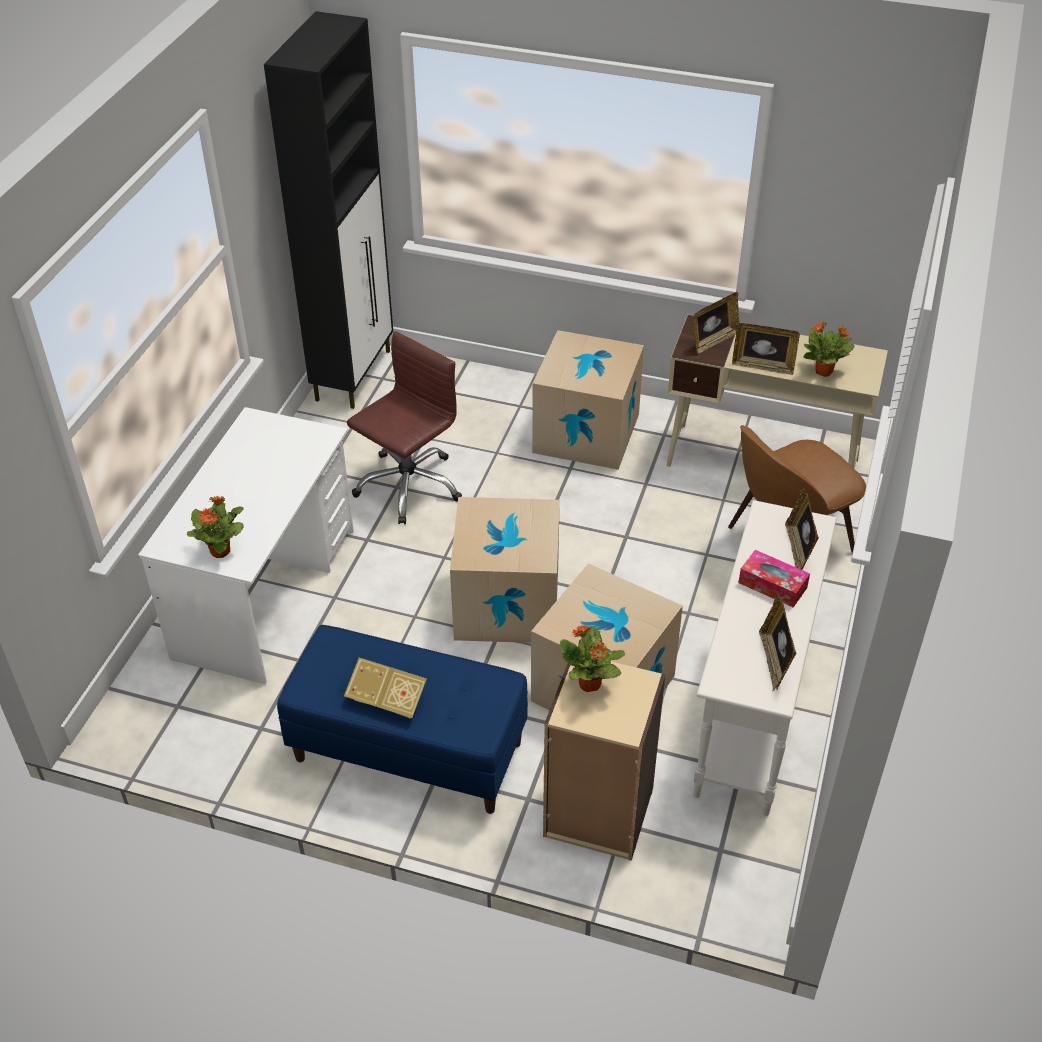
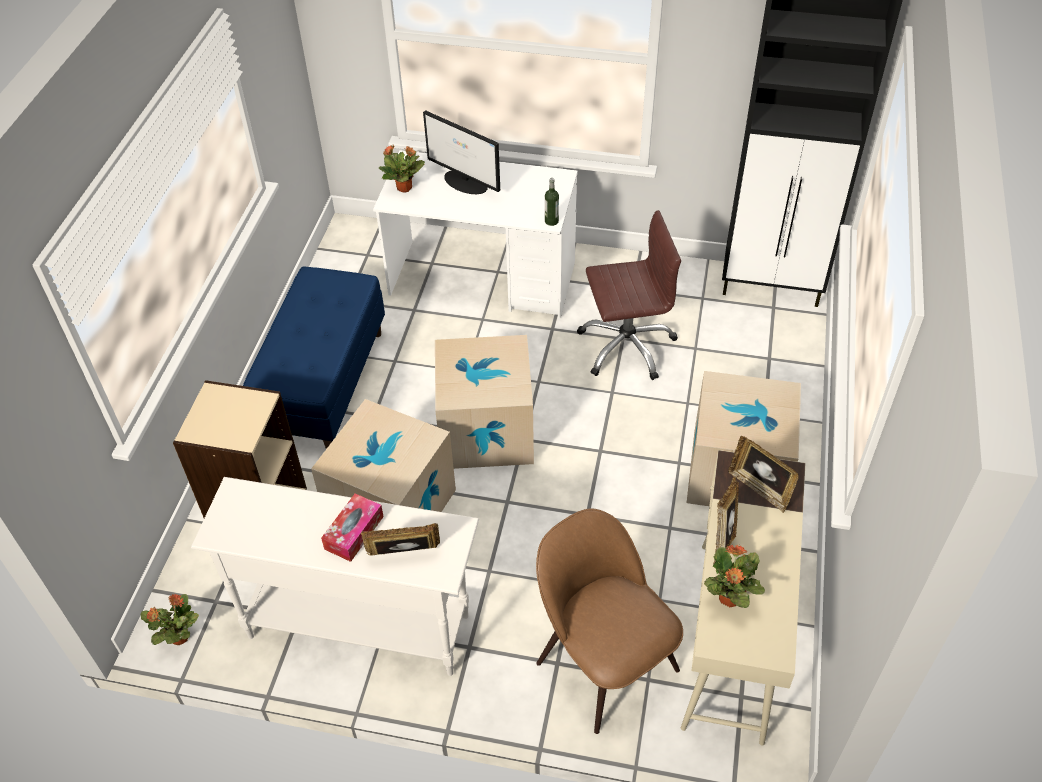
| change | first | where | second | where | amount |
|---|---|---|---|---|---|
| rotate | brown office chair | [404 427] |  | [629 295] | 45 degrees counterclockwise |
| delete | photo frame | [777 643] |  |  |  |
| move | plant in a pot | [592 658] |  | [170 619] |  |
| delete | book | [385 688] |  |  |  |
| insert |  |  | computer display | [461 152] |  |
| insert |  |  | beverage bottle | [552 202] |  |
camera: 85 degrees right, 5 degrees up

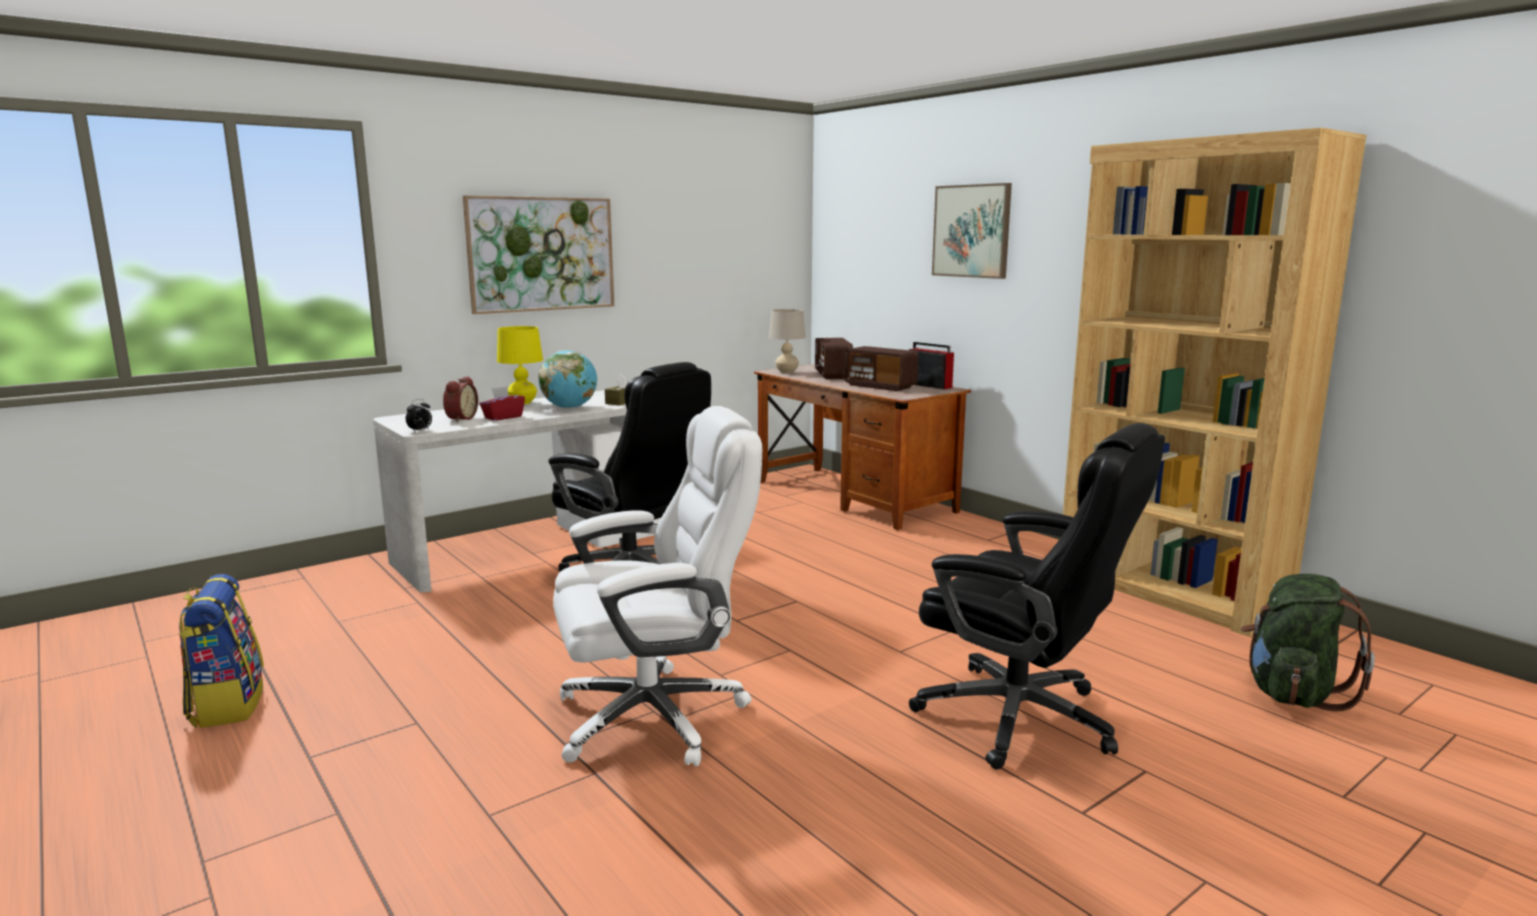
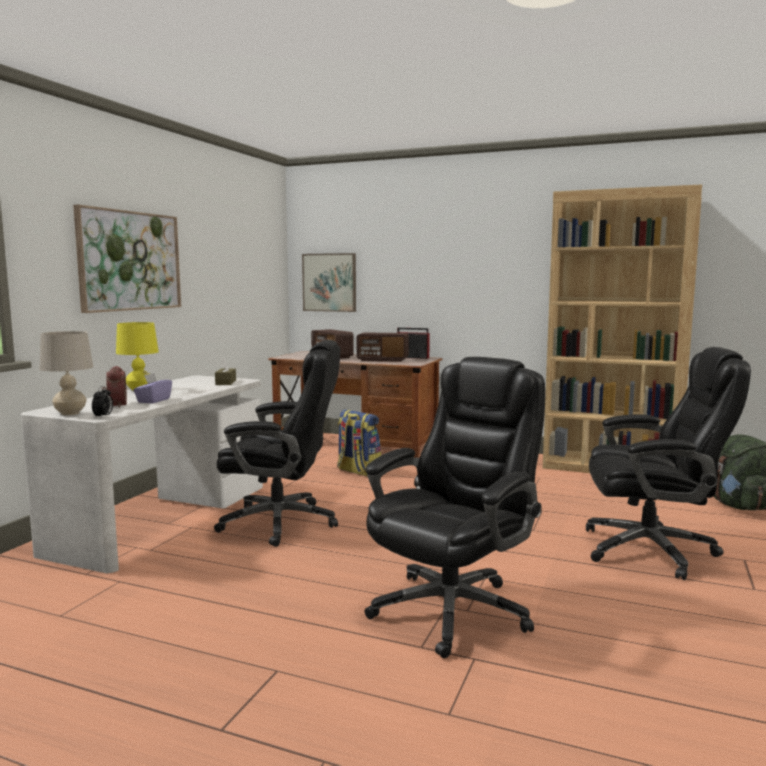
| change | first | where | second | where | amount |
|---|---|---|---|---|---|
| move | wall picture | [972 231] |  | [329 282] |  |
| move | beige-coloured lamp for a table | [787 341] |  | [66 373] |  |
| delete | desk globe | [567 379] |  |  |  |
| recolor | red-coloured tissue holder | [502 403] | purple tissue holder | [152 388] |  |
| recolor | white-coloured office chair | [657 586] | black office chair | [454 507] |  |
| move | rucksack | [221 651] |  | [359 443] |  |
camera: 30 degrees left, 5 degrees down

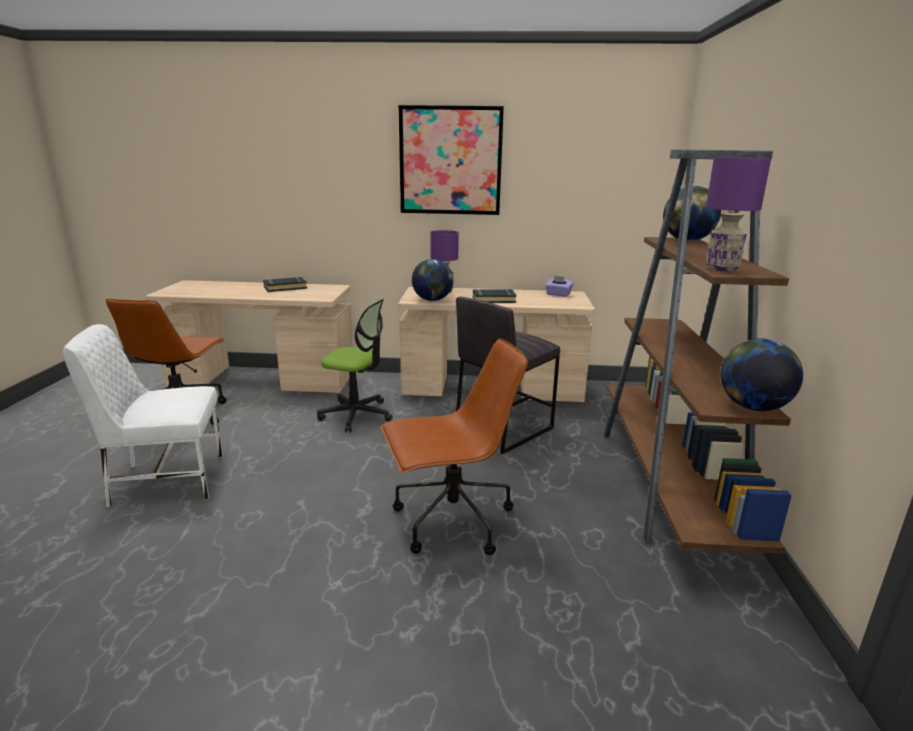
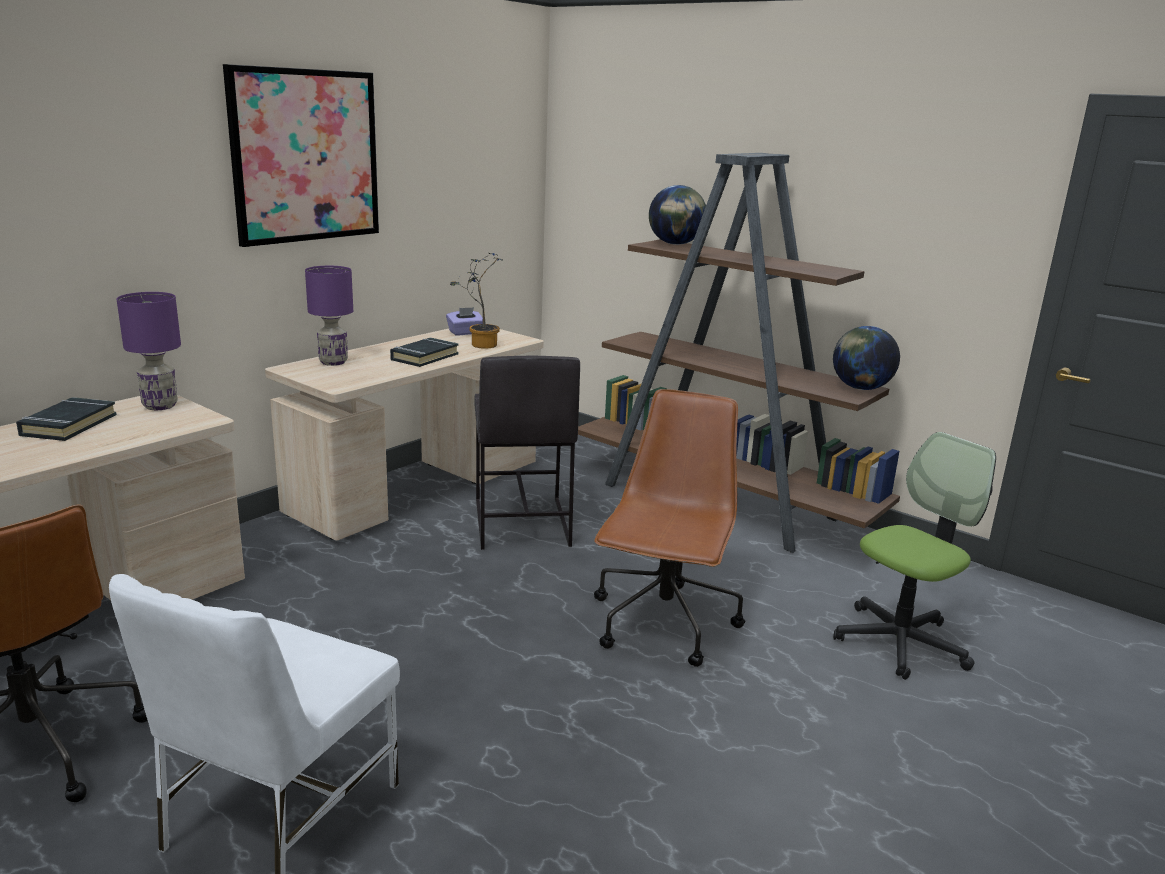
| change | first | where | second | where | amount |
|---|---|---|---|---|---|
| move | purple lamp for a table | [738 214] |  | [149 351] |  |
| delete | desk globe | [432 280] |  |  |  |
| move | office chair | [355 366] |  | [914 556] |  |
| insert |  |  | plant in a pot | [476 301] |  |
camera: 55 degrees left, 0 degrees up

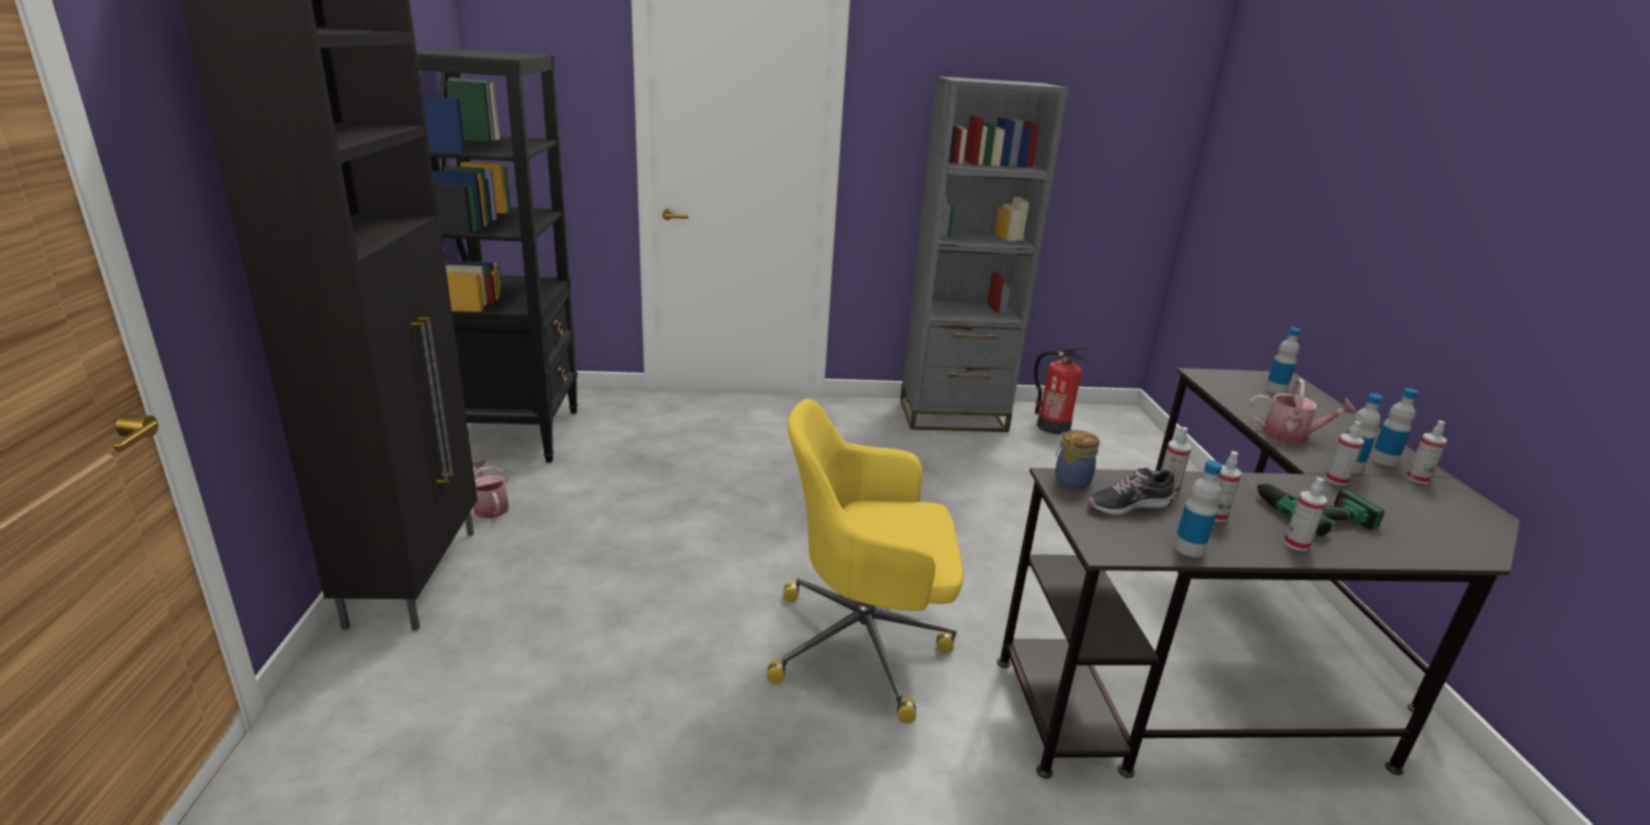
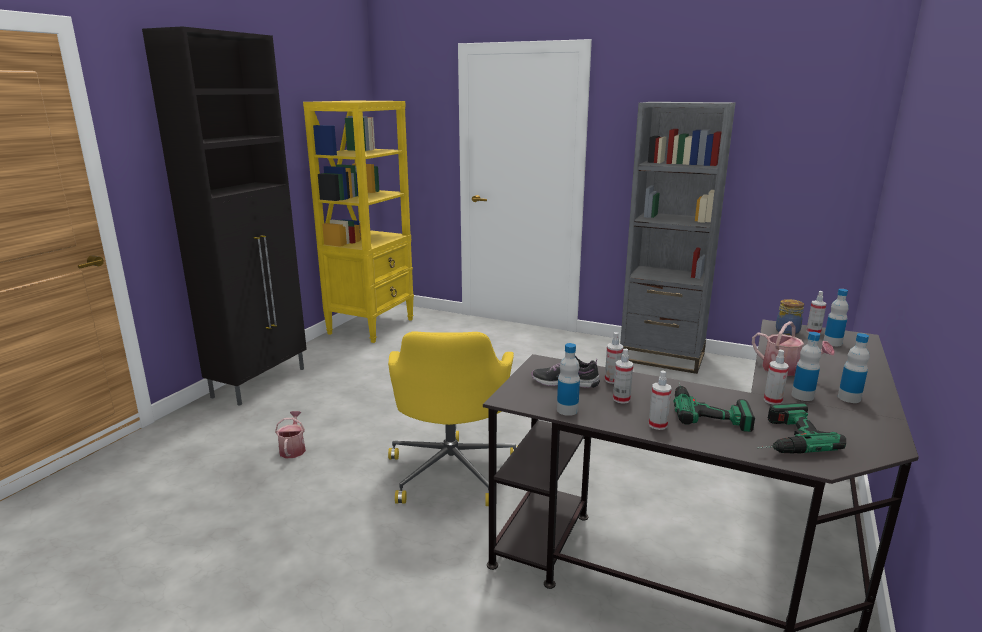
| change | first | where | second | where | amount |
|---|---|---|---|---|---|
| recolor | black shelving unit | [497 255] | yellowish shelving unit | [358 222] |  |
| delete | fire extinguisher | [1063 390] |  |  |  |
| rotate | yellowish office chair | [865 561] |  | [452 418] | 120 degrees counterclockwise |
| move | sprayer | [1426 452] |  | [816 312] |  |
| move | jar | [1077 459] |  | [790 317] |  |
| move | sprinkling can | [491 489] |  | [290 434] |  |
| insert |  |  | electric drill | [801 428] |  |
camera: 30 degrees right, 5 degrees down

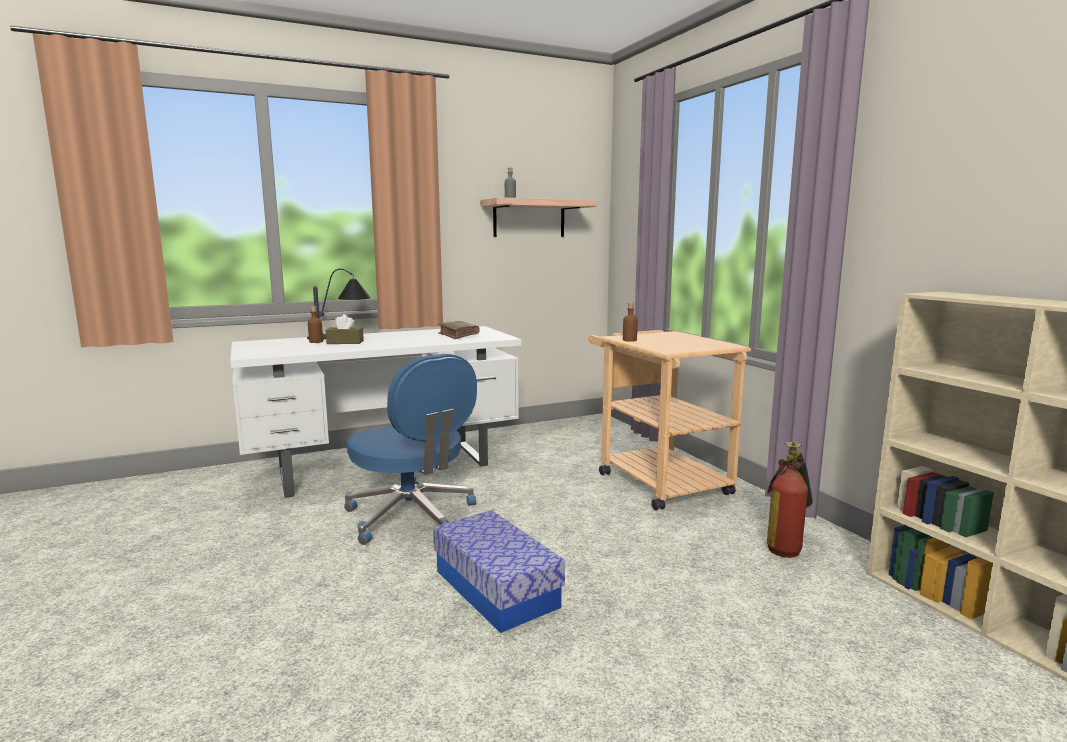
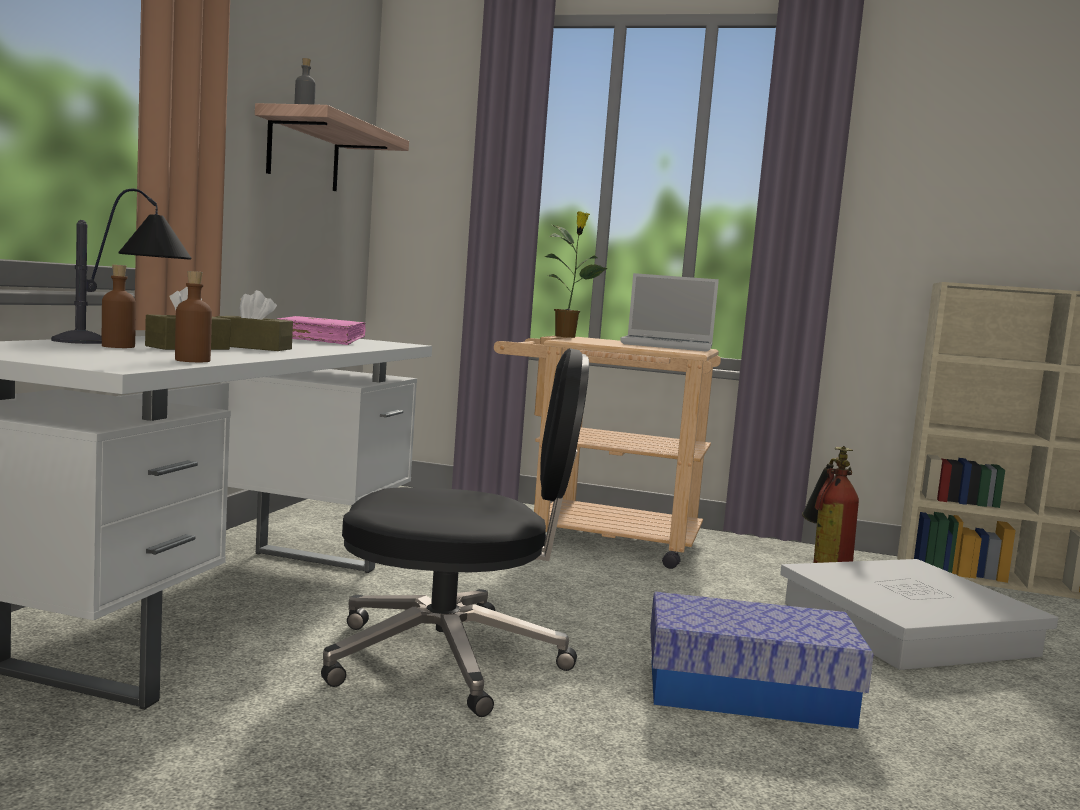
| change | first | where | second | where | amount |
|---|---|---|---|---|---|
| move | brown beverage bottle | [630 322] |  | [193 316] |  |
| recolor | brown book | [459 330] | pinkish book | [322 330] |  |
| recolor | blue-coloured office chair | [410 449] | black office chair | [455 532] |  |
| insert |  |  | plant in a pot | [576 274] |  |
| insert |  |  | notebook computer | [669 312] |  |
| insert |  |  | brown tissue holder | [254 320] |  |
| insert |  |  | white-coloured storage box | [919 614] |  |
camera: 50 degrees left, 5 degrees down

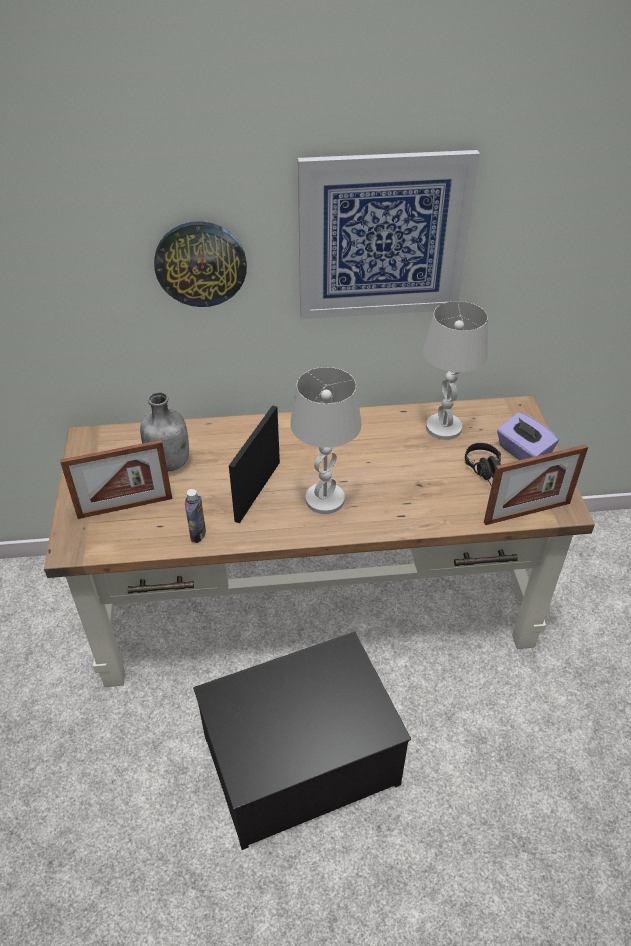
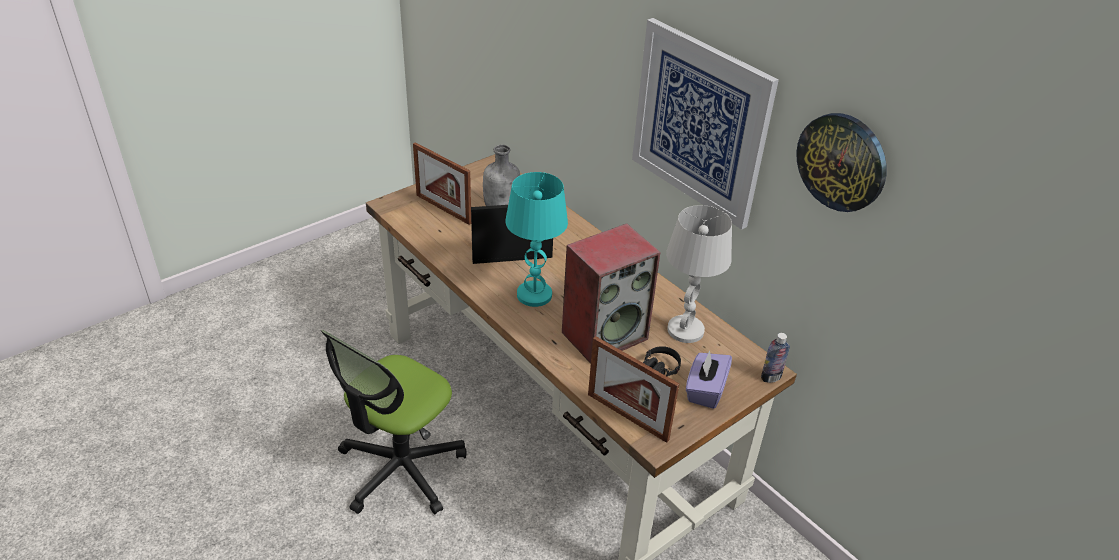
| change | first | where | second | where | amount |
|---|---|---|---|---|---|
| move | clock on the wall | [200 264] |  | [841 162] |  |
| recolor | white-coloured lamp for a table | [326 440] | turquoise-coloured lamp for a table | [536 239] |  |
| move | beverage bottle | [195 516] |  | [775 358] |  |
| replace | storage box | [302 741] | office chair | [393 422] |  |
| insert |  |  | speaker | [611 293] |  |
camera: 55 degrees right, 5 degrees down

